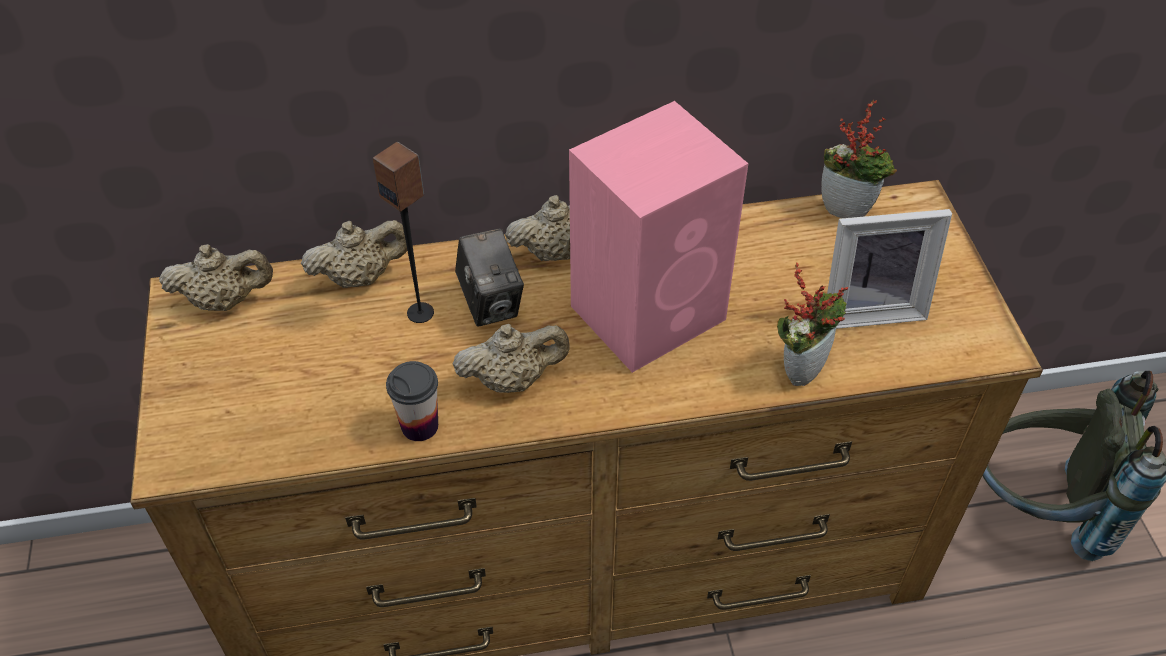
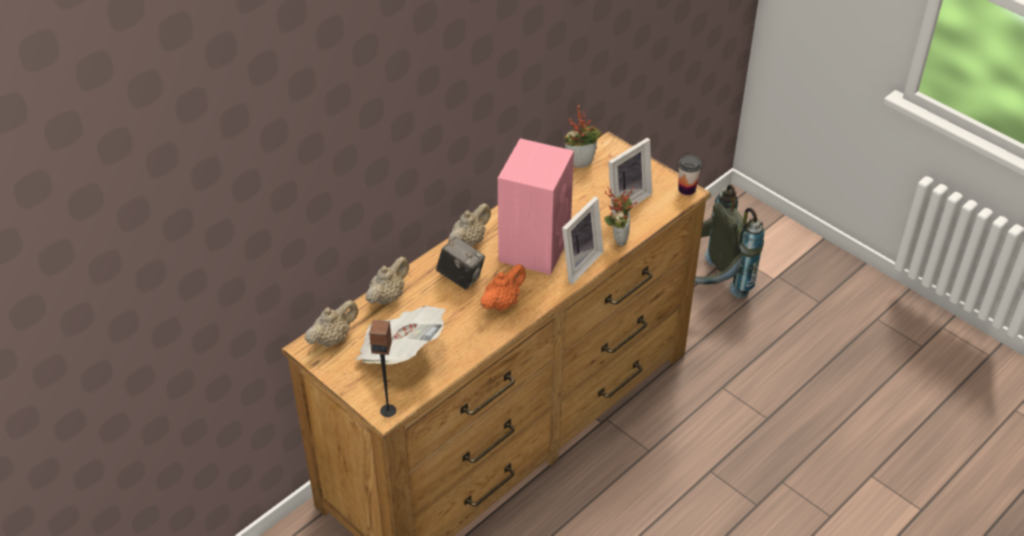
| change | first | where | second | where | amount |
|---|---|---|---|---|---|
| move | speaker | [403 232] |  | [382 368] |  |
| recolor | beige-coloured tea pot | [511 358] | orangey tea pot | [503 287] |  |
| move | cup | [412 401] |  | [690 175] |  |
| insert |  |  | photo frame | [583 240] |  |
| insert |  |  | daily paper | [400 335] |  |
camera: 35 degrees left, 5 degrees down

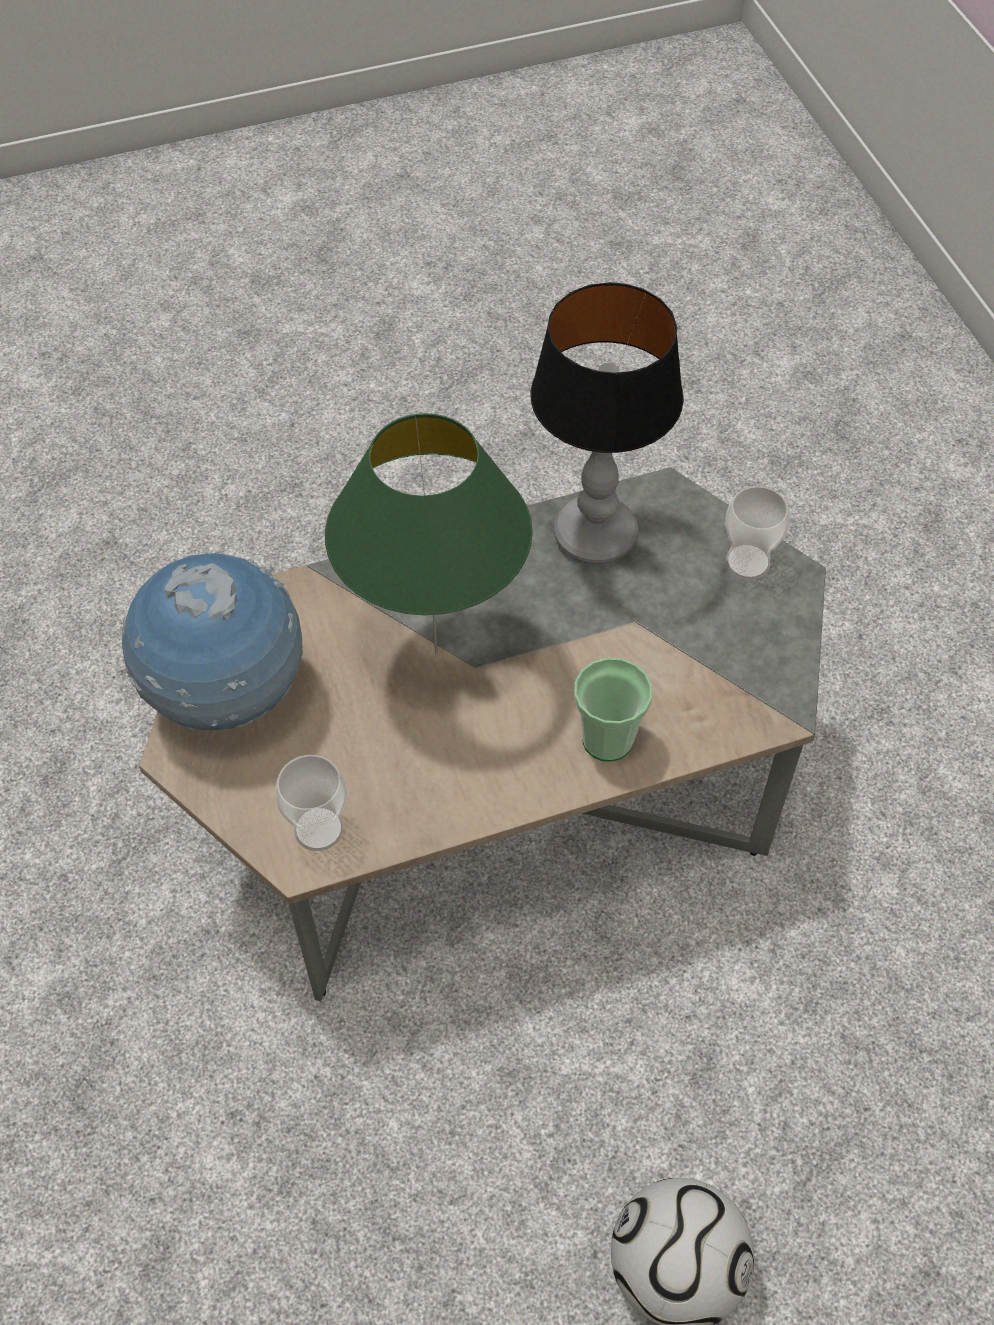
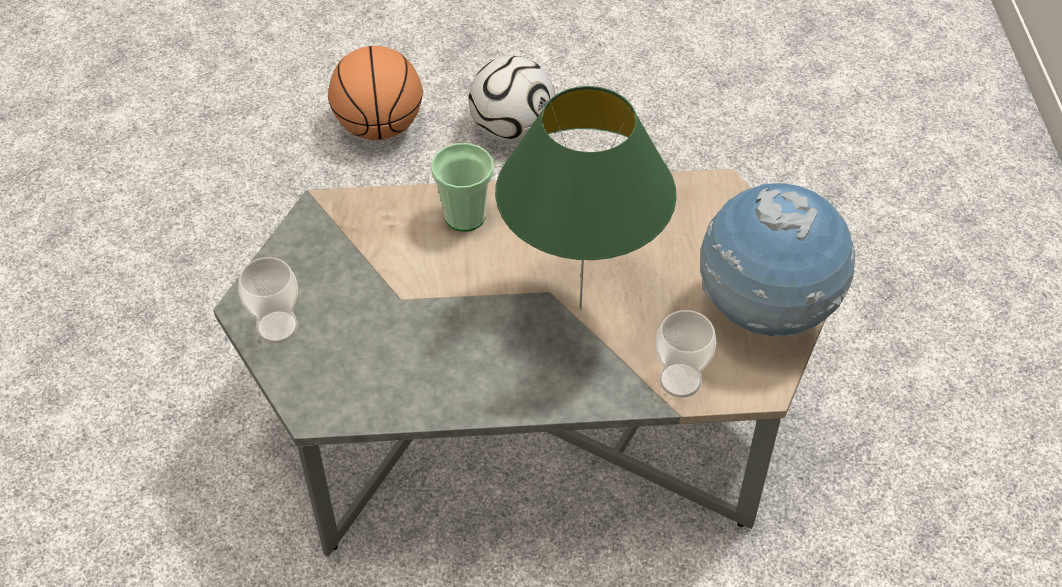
| change | first | where | second | where | amount |
|---|---|---|---|---|---|
| delete | lamp for a table | [607 423] |  |  |  |
| move | cup | [311 803] |  | [686 354] |  |
| insert |  |  | ball for basketball | [375 93] |  |
camera: 165 degrees left, 5 degrees down

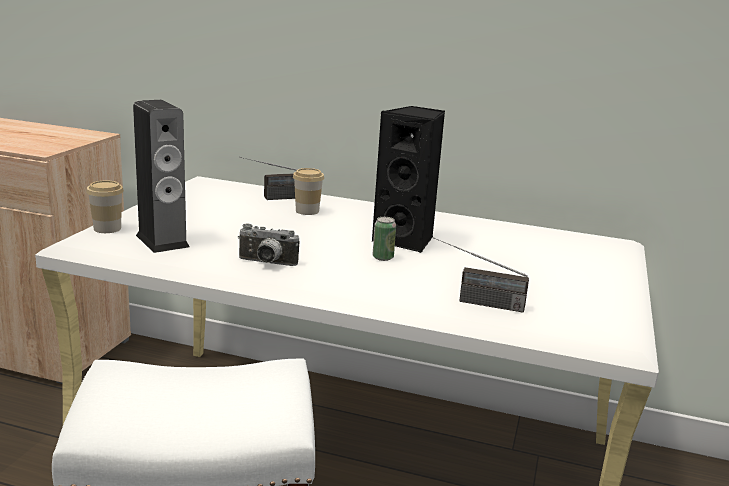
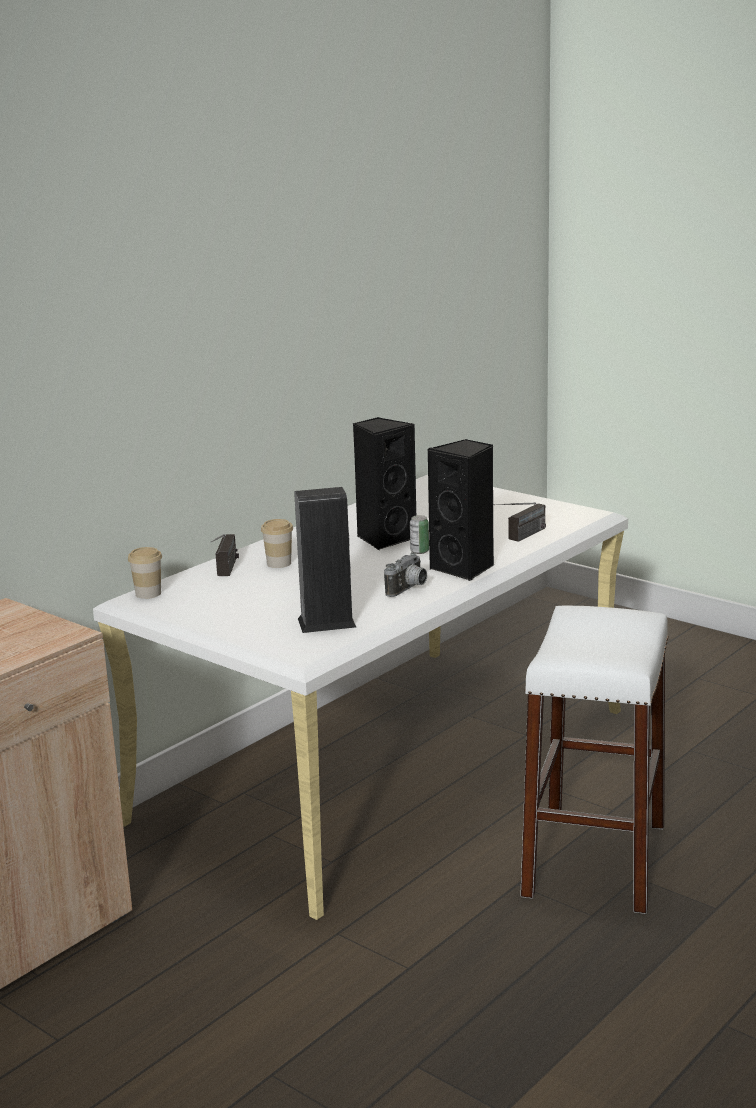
| change | first | where | second | where | amount |
|---|---|---|---|---|---|
| move | cup | [105 206] |  | [145 573] |  |
| insert |  |  | black speaker | [461 510] |  |
camera: 65 degrees left, 0 degrees up

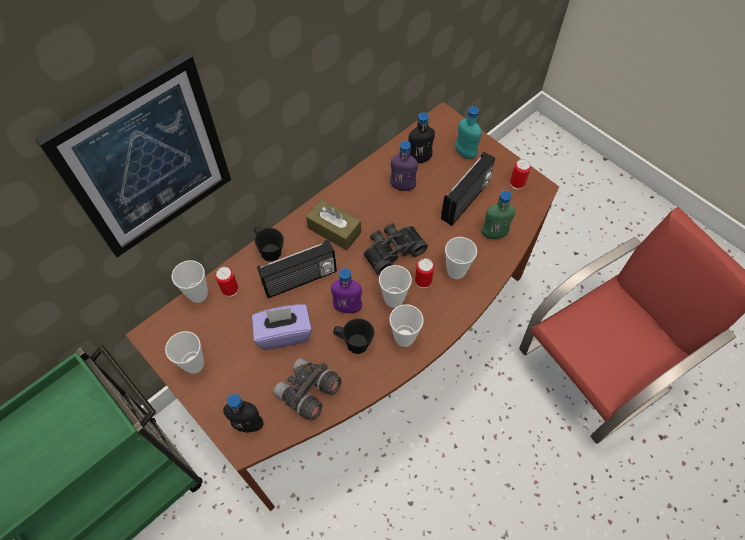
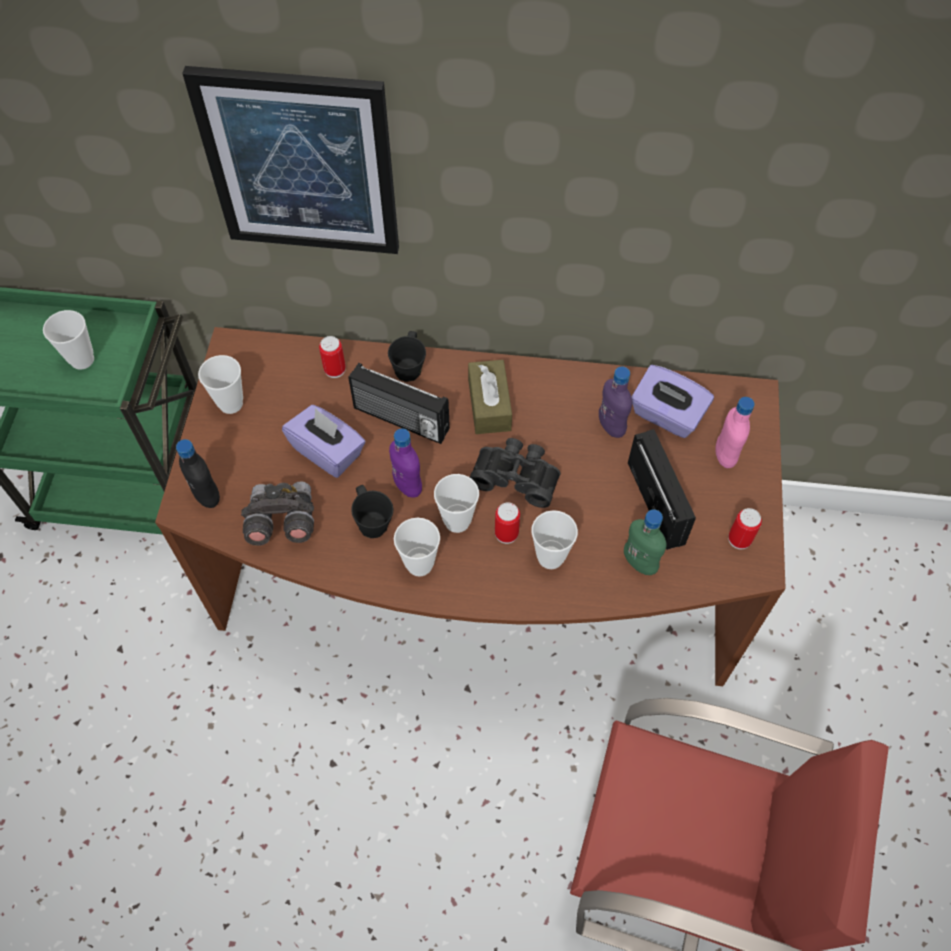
| change | first | where | second | where | amount |
|---|---|---|---|---|---|
| recolor | turquoise-coloured beverage bottle | [468 132] | pinkish beverage bottle | [735 432] |  |
| replace | black beverage bottle | [422 137] | purple tissue holder | [673 401] |  |
| rotate | radio | [468 189] |  | [662 489] | 105 degrees counterclockwise |
| move | cup | [190 281] |  | [68 340] |  |
camera: 50 degrees right, 0 degrees up

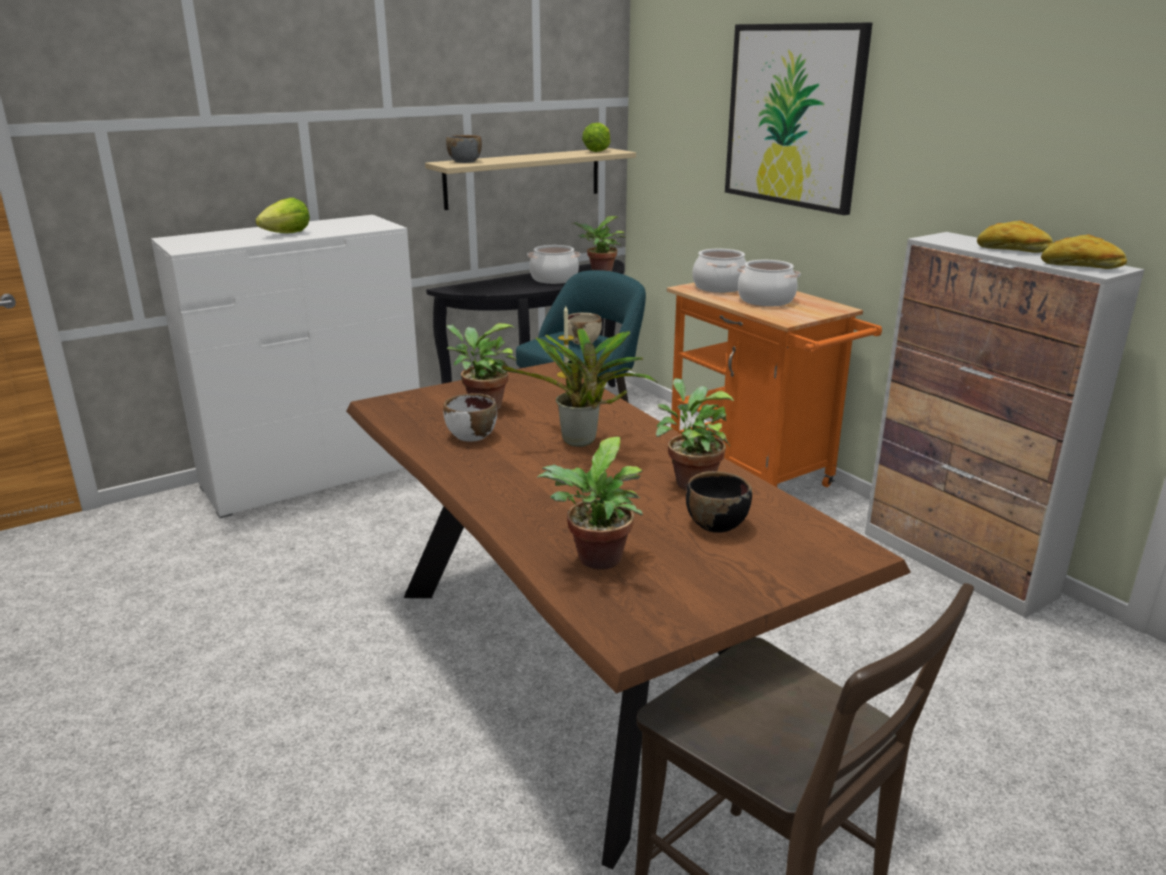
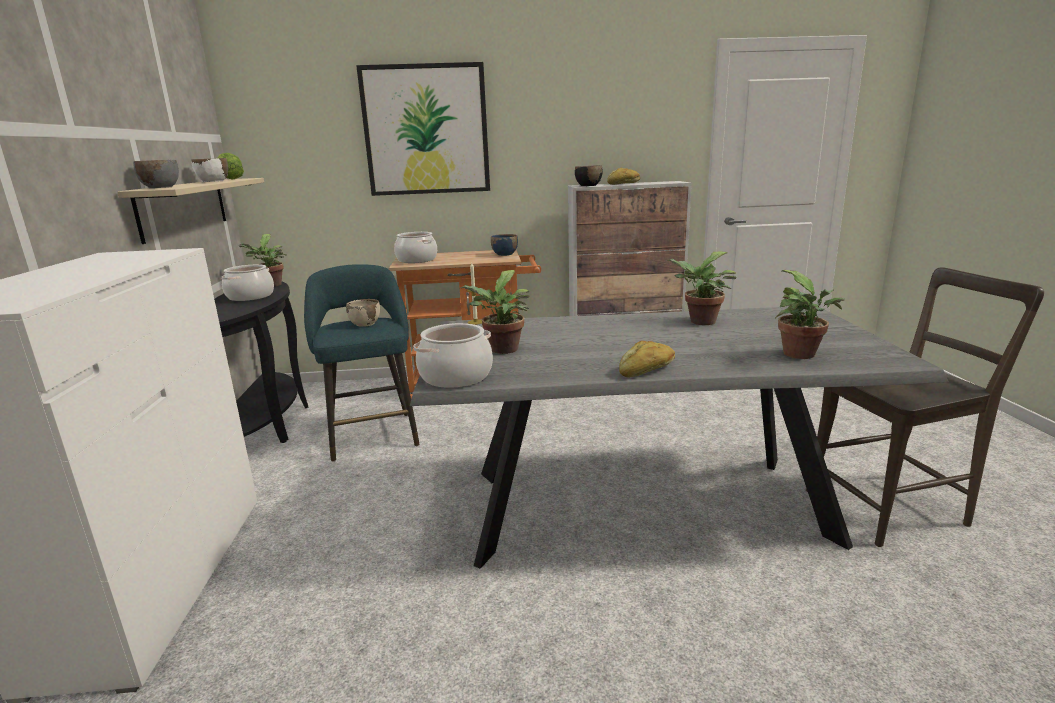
| change | first | where | second | where | amount |
|---|---|---|---|---|---|
| delete | head of lettuce | [282 215] |  |  |  |
| move | bread | [1084 251] |  | [647 359] |  |
| move | cooking pot | [769 283] |  | [453 355] |  |
| delete | plant in a pot | [579 387] |  |  |  |
| recolor | brown dining table | [628 616] | gray dining table | [679 438] |  |
| move | white-coloured deep dish | [470 417] |  | [209 170] |  |
| move | black deep dish | [719 502] |  | [588 175] |  |
| insert |  |  | blue-coloured deep dish | [504 245] |  |
camera: 60 degrees left, 5 degrees down

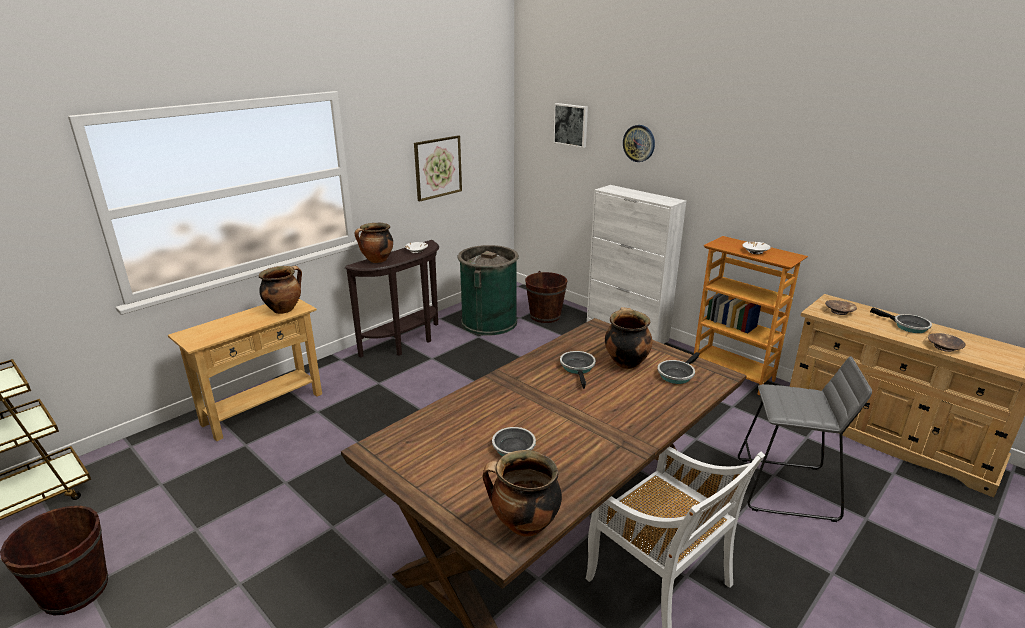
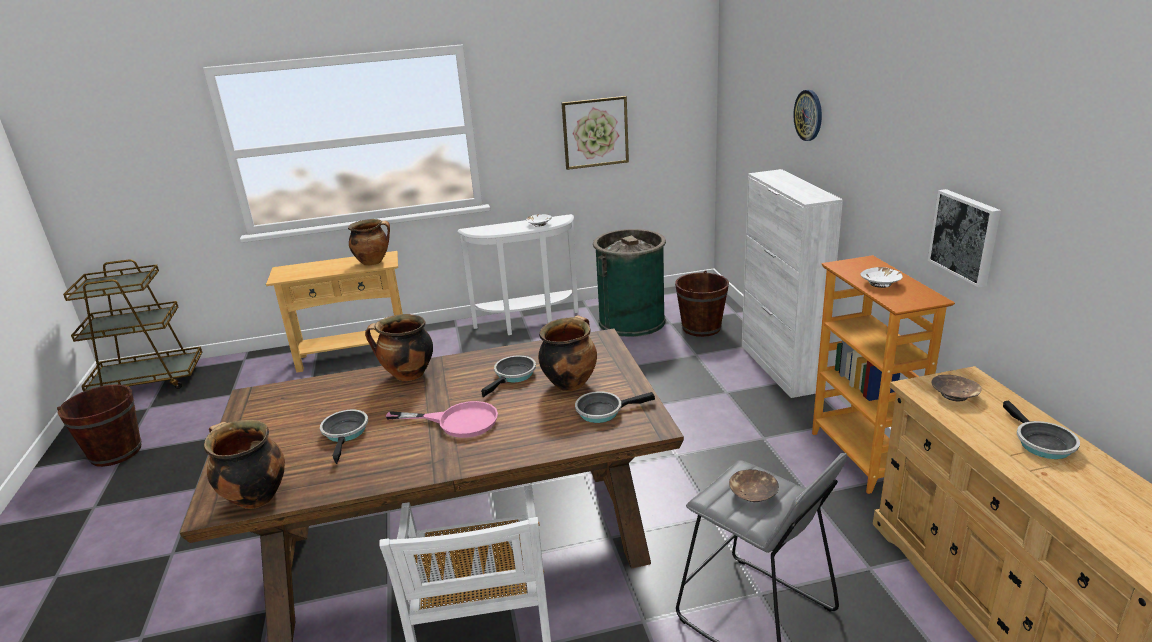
| change | first | where | second | where | amount |
|---|---|---|---|---|---|
| move | wall picture | [570 125] |  | [964 238] |  |
| move | cooking pot | [374 243] |  | [399 347] |  |
| recolor | brown hall table | [392 299] | white-coloured hall table | [517 274] |  |
| move | brown deep dish | [946 342] |  | [754 485] |  |
| insert |  |  | pinkish frying pan | [441 419] |  |
camera: 35 degrees right, 0 degrees up

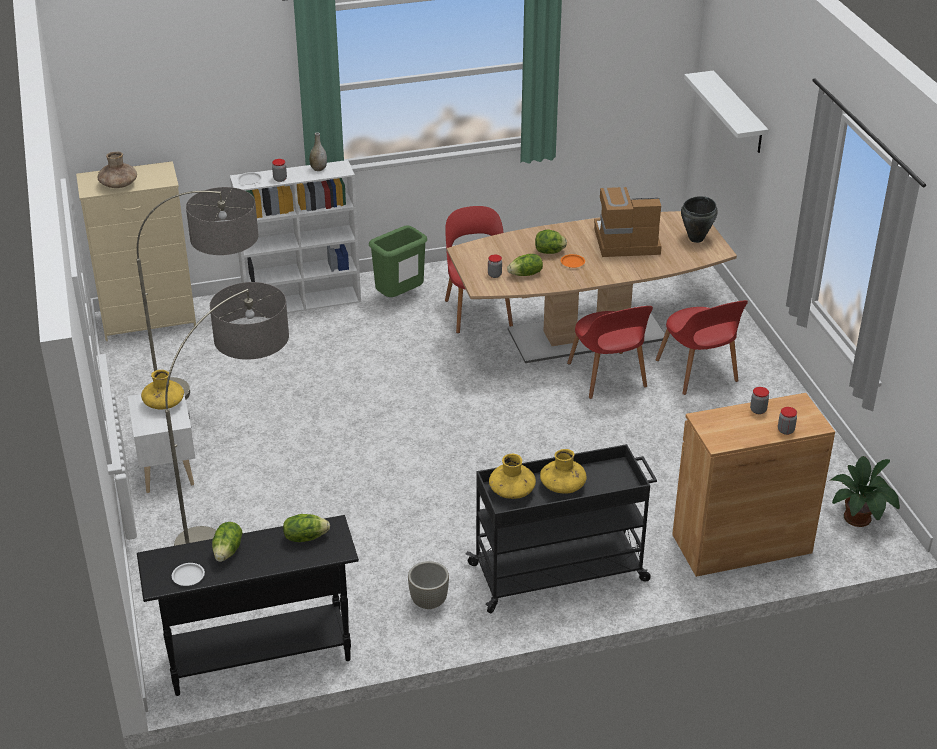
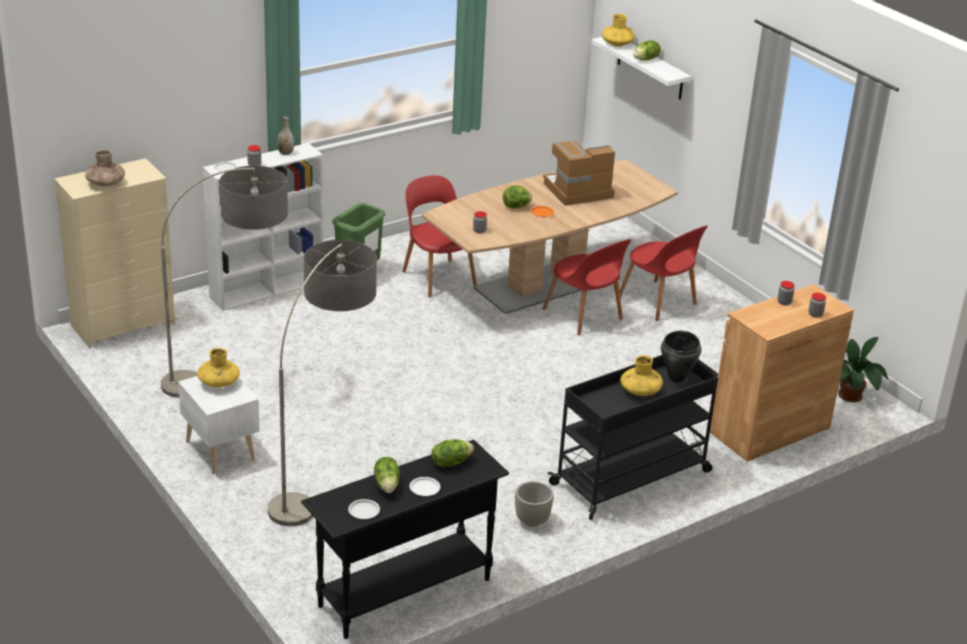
| change | first | where | second | where | amount |
|---|---|---|---|---|---|
| move | black cooking pot | [699 219] |  | [681 356] |  |
| move | head of lettuce | [525 265] |  | [647 50] |  |
| move | yellowish flower vase | [512 476] |  | [618 30] |  |
| insert |  |  | white-coloured plate | [425 486] |  |
camera: 20 degrees left, 5 degrees down

